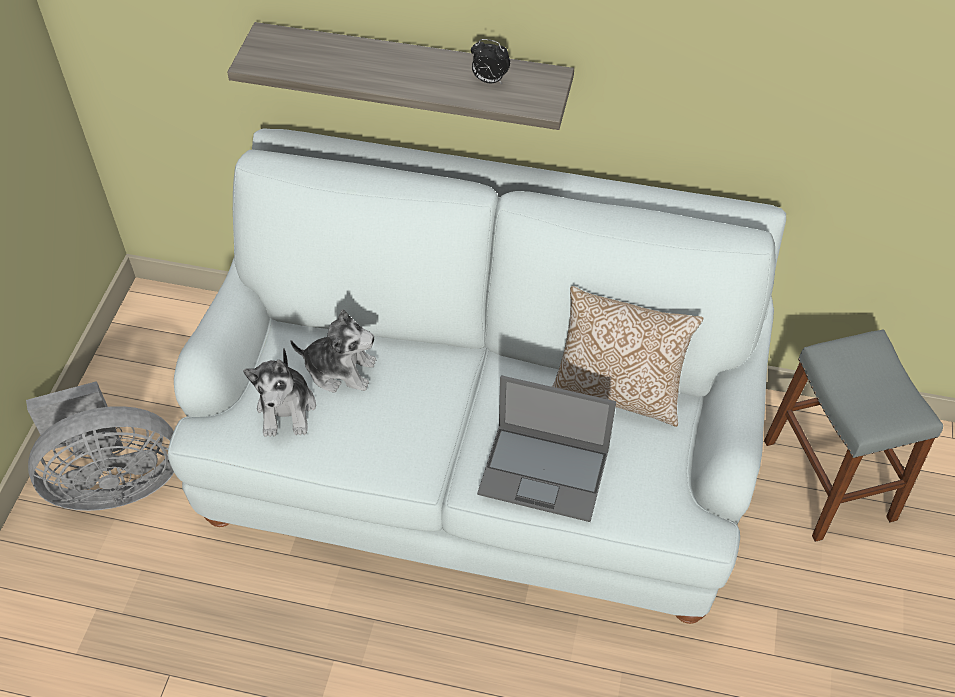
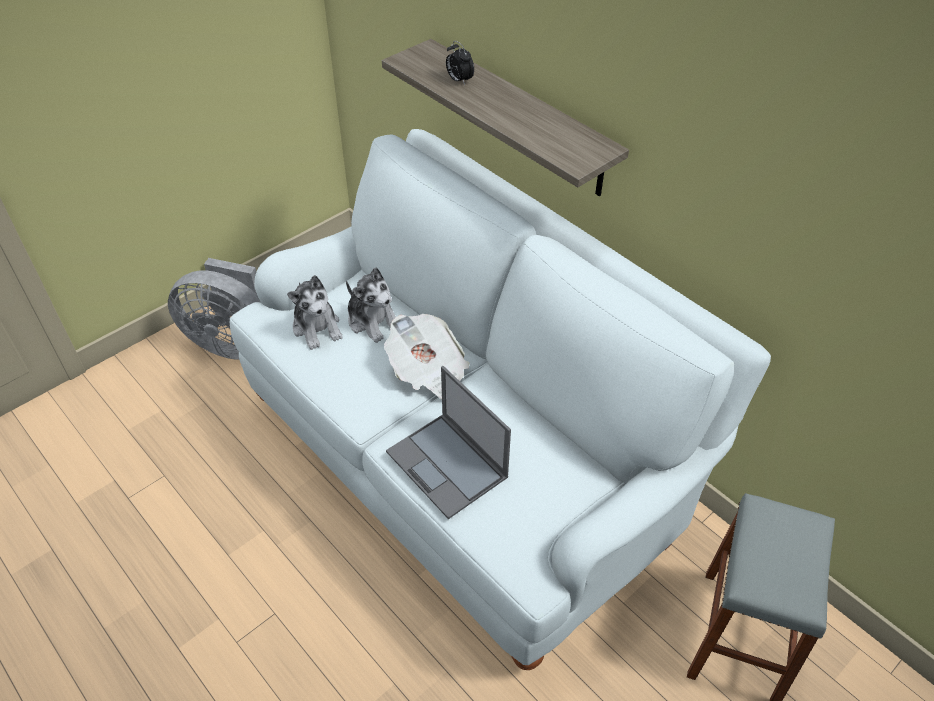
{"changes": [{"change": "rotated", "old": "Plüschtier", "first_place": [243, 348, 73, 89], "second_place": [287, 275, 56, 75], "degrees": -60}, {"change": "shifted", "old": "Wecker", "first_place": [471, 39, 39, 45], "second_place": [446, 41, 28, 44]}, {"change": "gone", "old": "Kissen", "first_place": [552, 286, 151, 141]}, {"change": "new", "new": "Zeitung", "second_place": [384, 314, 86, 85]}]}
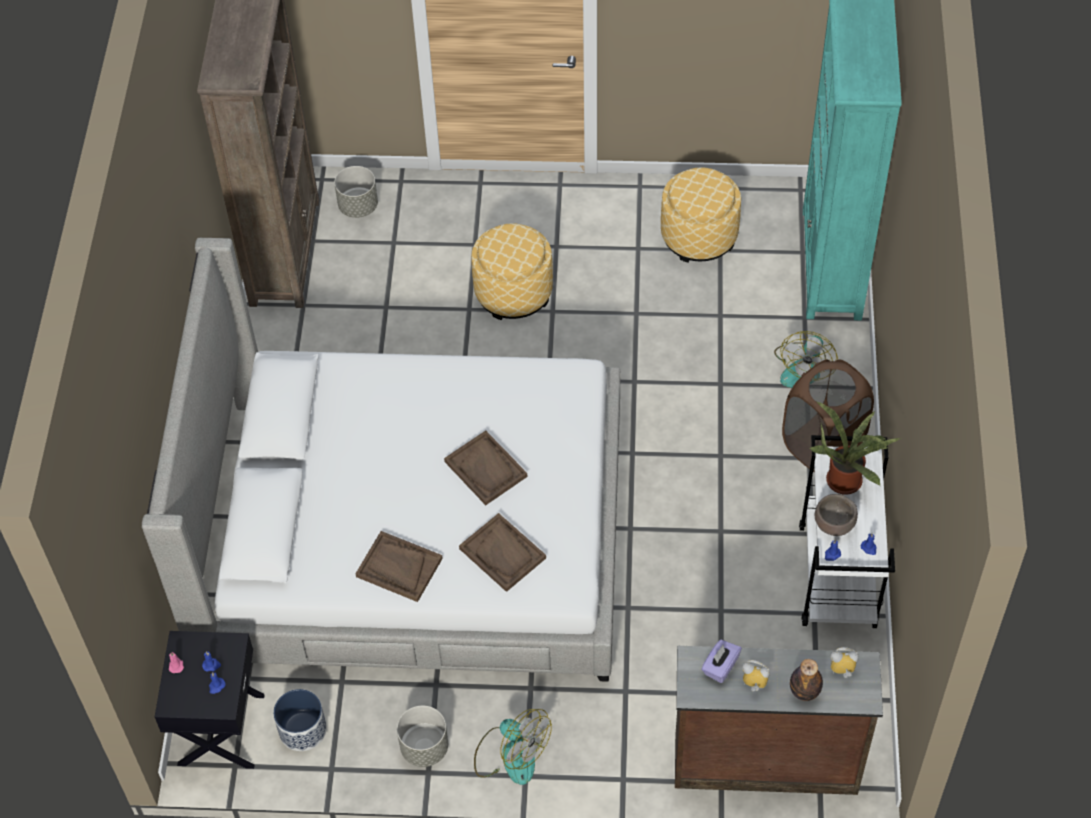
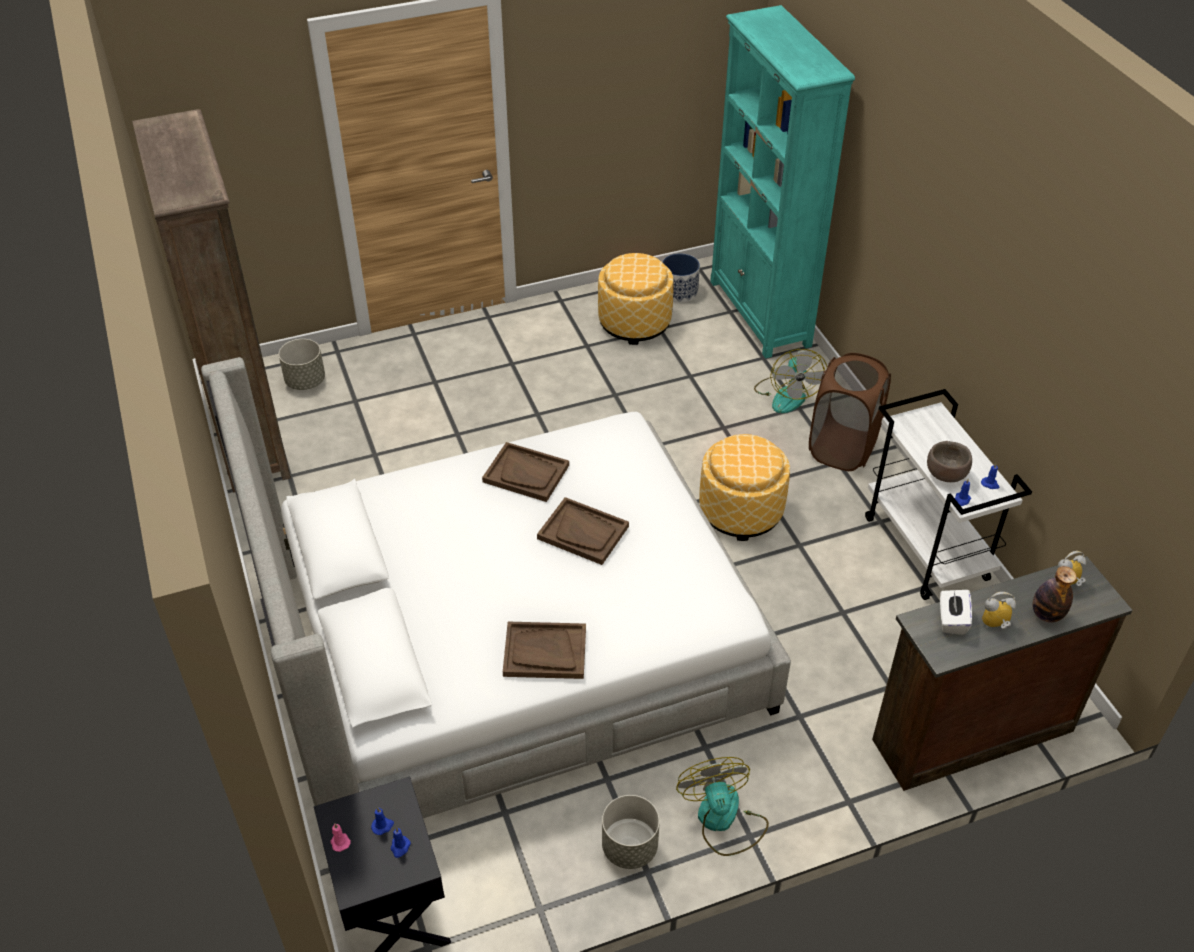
{"changes": [{"change": "shifted", "old": "Pflanzkübel", "first_place": [273, 689, 54, 62], "second_place": [662, 253, 38, 50]}, {"change": "shifted", "old": "Tablett [braun]", "first_place": [459, 513, 87, 79], "second_place": [482, 442, 87, 60]}, {"change": "shifted", "old": "Polsterhocker", "first_place": [471, 223, 82, 97], "second_place": [699, 434, 91, 107]}, {"change": "rotated", "old": "Ventilator", "first_place": [474, 709, 78, 76], "second_place": [676, 757, 93, 99], "degrees": -120}, {"change": "repainted", "old": "Taschentuchbox [lila]", "new": "Taschentuchbox [weiß]", "first_place": [701, 640, 41, 43], "second_place": [940, 590, 32, 45]}, {"change": "gone", "old": "Topfpflanze", "first_place": [809, 401, 93, 94]}]}
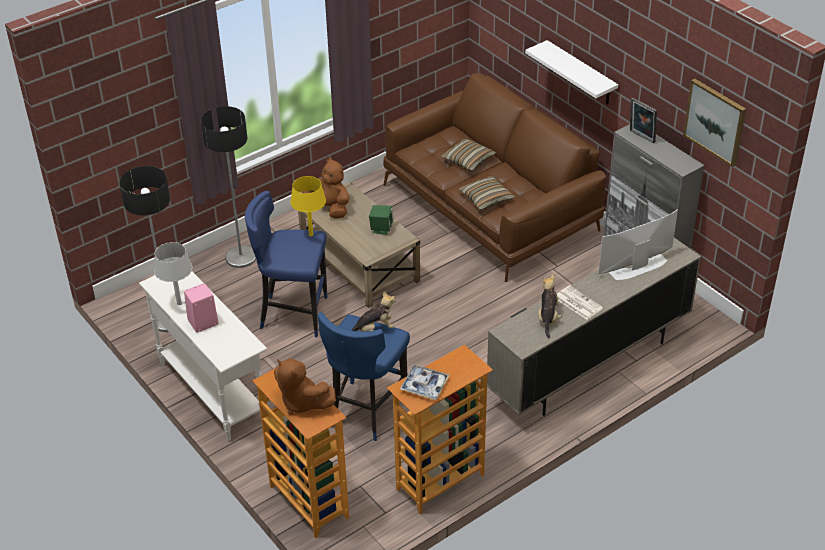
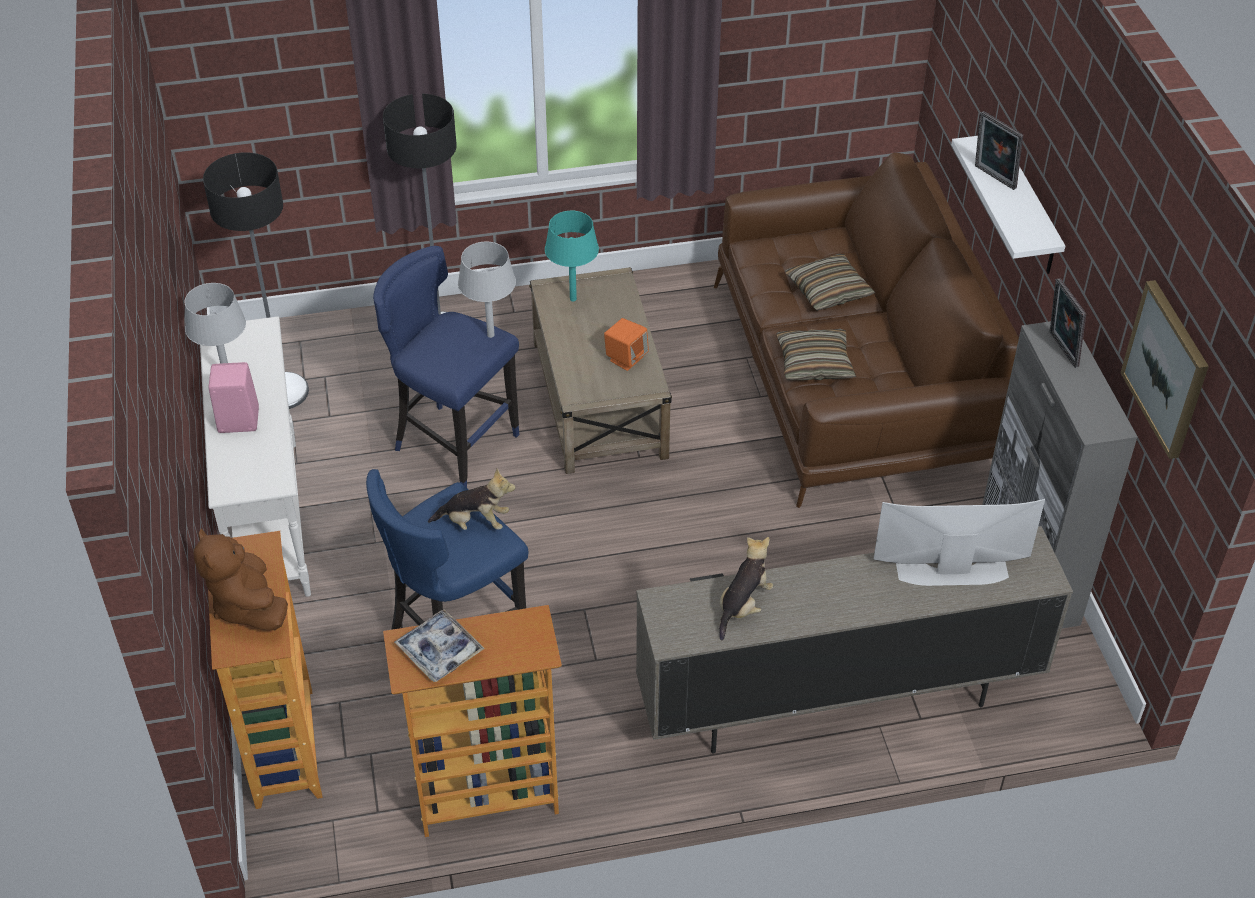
{"changes": [{"change": "repainted", "old": "Tischlampe [gelb]", "new": "Tischlampe [grau]", "first_place": [290, 176, 36, 60], "second_place": [458, 242, 58, 96]}, {"change": "swapped", "old": "Plüschtier [braun]", "new": "Tischlampe [türkis]", "first_place": [302, 157, 47, 62], "second_place": [545, 211, 54, 91]}, {"change": "repainted", "old": "Lautsprecher [grün]", "new": "Lautsprecher [orange]", "first_place": [369, 205, 25, 30], "second_place": [604, 318, 45, 53]}, {"change": "gone", "old": "Zeitung", "first_place": [557, 285, 46, 35]}, {"change": "new", "new": "Bilderrahmen", "second_place": [975, 111, 48, 79]}]}
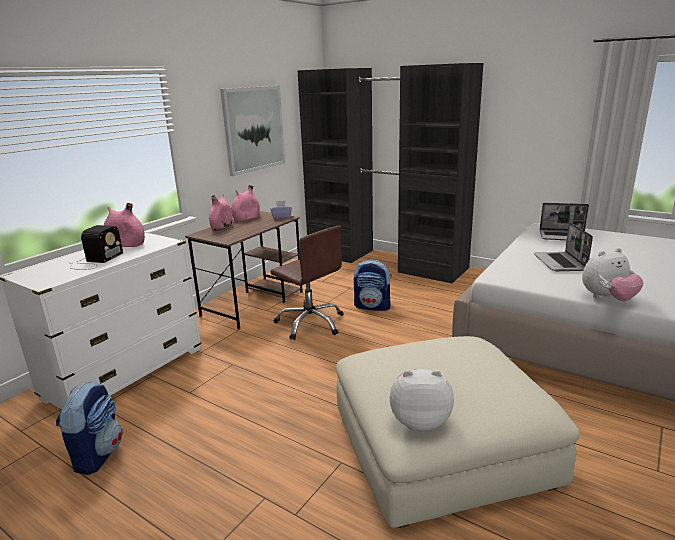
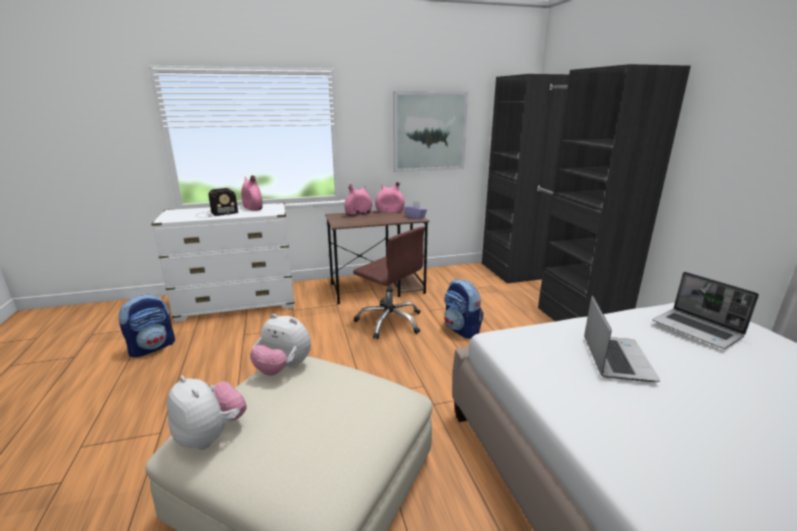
{"changes": [{"change": "rotated", "old": "Bürostuhl [braun]", "first_place": [270, 225, 74, 115], "second_place": [353, 226, 72, 113], "degrees": -45}, {"change": "rotated", "old": "Laptop", "first_place": [534, 222, 59, 49], "second_place": [584, 295, 76, 87], "degrees": 150}, {"change": "shifted", "old": "Plüschtier", "first_place": [582, 248, 62, 53], "second_place": [250, 314, 61, 62]}]}
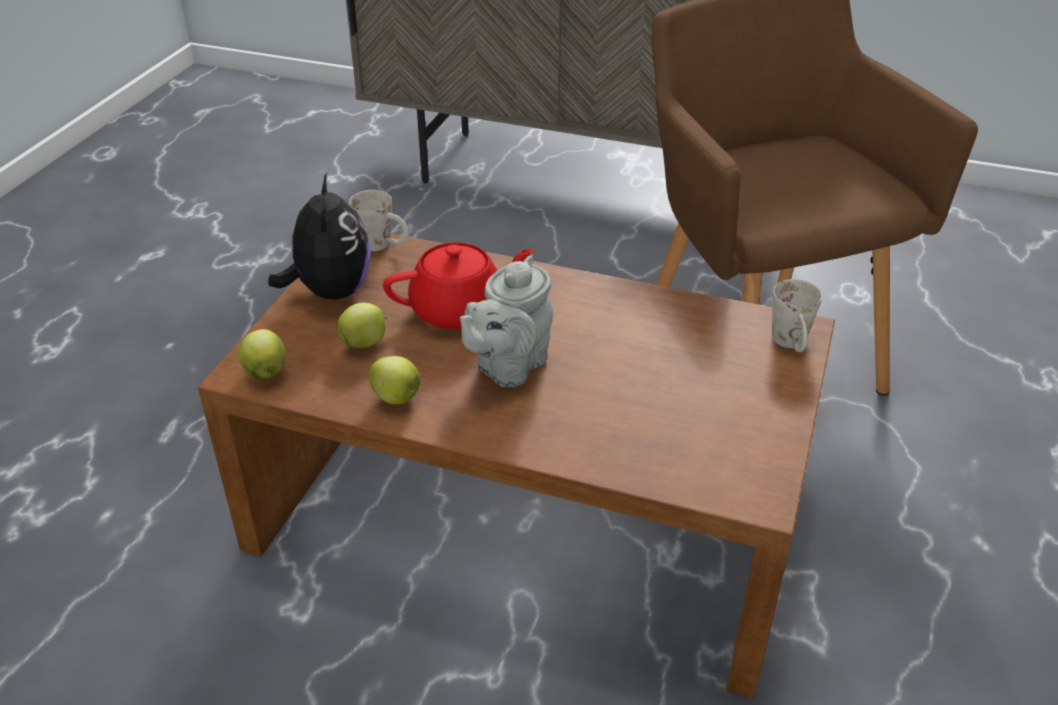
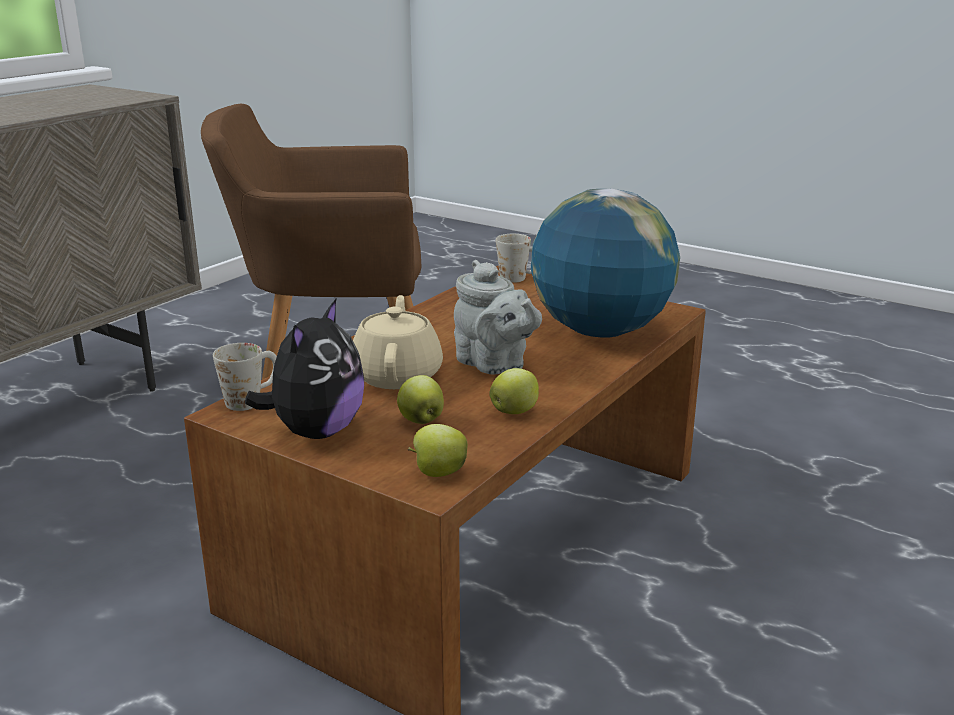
{"changes": [{"change": "rotated", "old": "Plüschtier", "first_place": [268, 172, 103, 128], "second_place": [245, 299, 119, 140], "degrees": 105}, {"change": "repainted", "old": "Teekanne [rot]", "new": "Teekanne [beige]", "first_place": [383, 242, 152, 87], "second_place": [353, 295, 90, 94]}, {"change": "new", "new": "Globus", "second_place": [531, 189, 149, 149]}]}
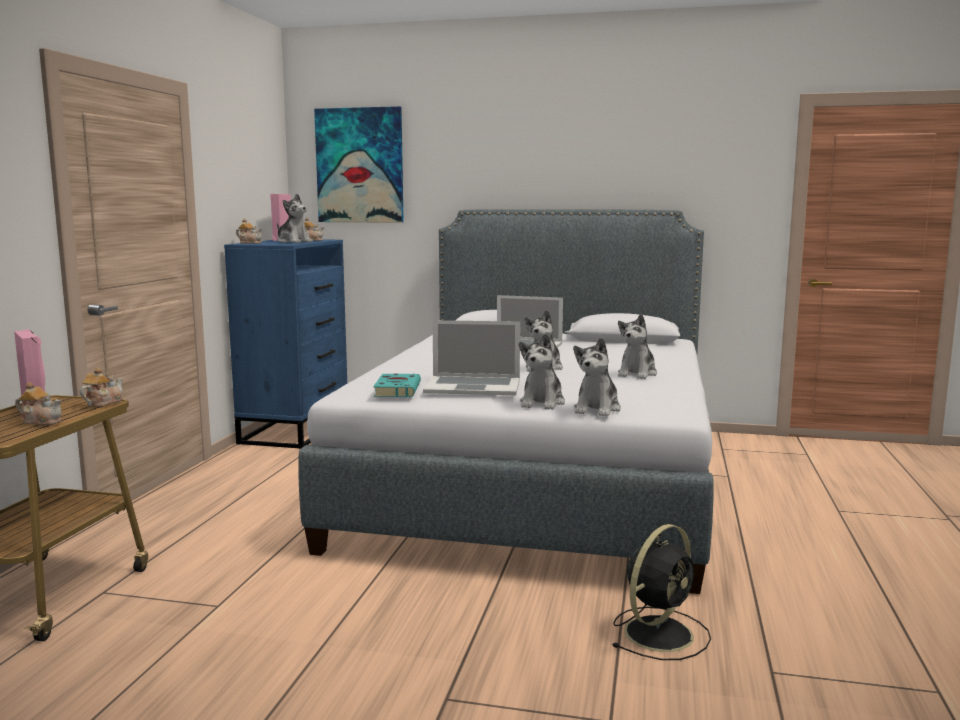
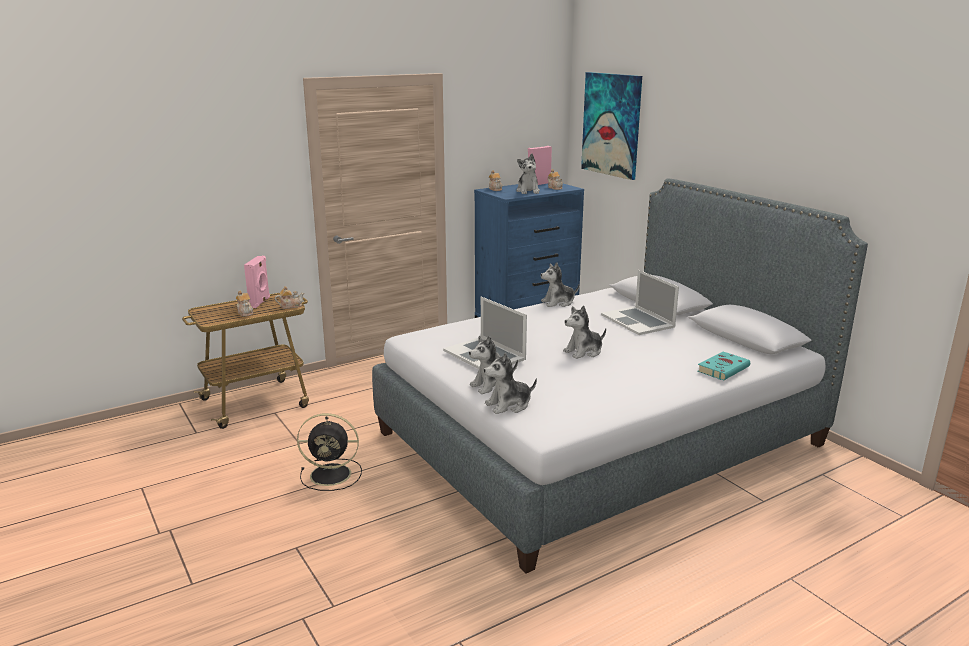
{"changes": [{"change": "shifted", "old": "Buch [türkis]", "first_place": [373, 374, 48, 23], "second_place": [698, 352, 52, 28]}, {"change": "shifted", "old": "Ventilator [schwarz]", "first_place": [611, 524, 100, 136], "second_place": [297, 413, 65, 78]}, {"change": "shifted", "old": "Plüschtier", "first_place": [618, 314, 39, 65], "second_place": [541, 262, 38, 45]}]}
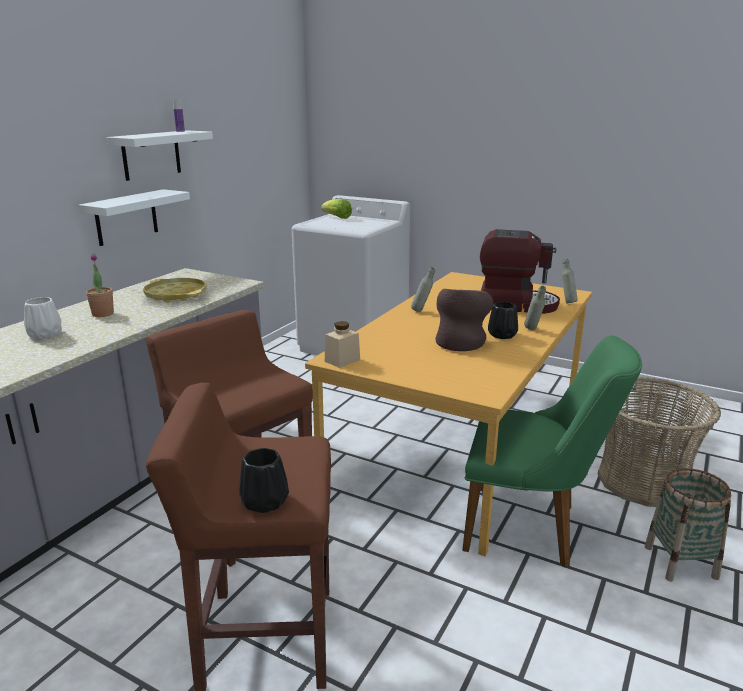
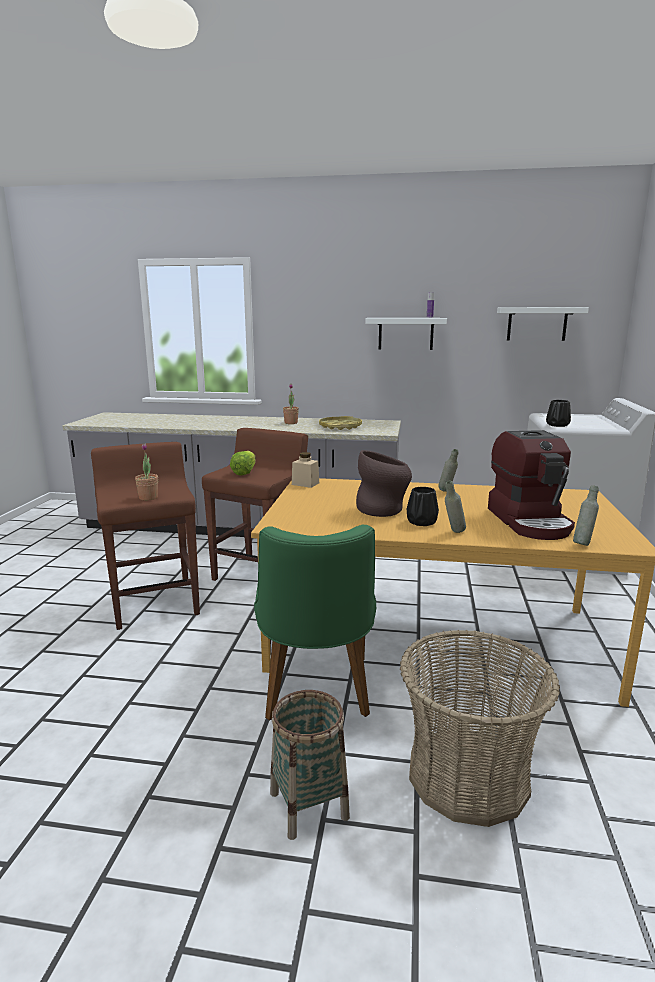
{"changes": [{"change": "gone", "old": "Vase [weiß]", "first_place": [24, 297, 38, 42]}, {"change": "shifted", "old": "Wandregal [weiß]", "first_place": [79, 189, 111, 57], "second_place": [497, 307, 92, 34]}, {"change": "shifted", "old": "Vase [schwarz]", "first_place": [239, 448, 50, 65], "second_place": [546, 400, 25, 27]}, {"change": "shifted", "old": "Salatkopf", "first_place": [321, 199, 31, 20], "second_place": [230, 451, 26, 25]}, {"change": "new", "new": "Topfpflanze", "second_place": [135, 444, 23, 56]}]}
